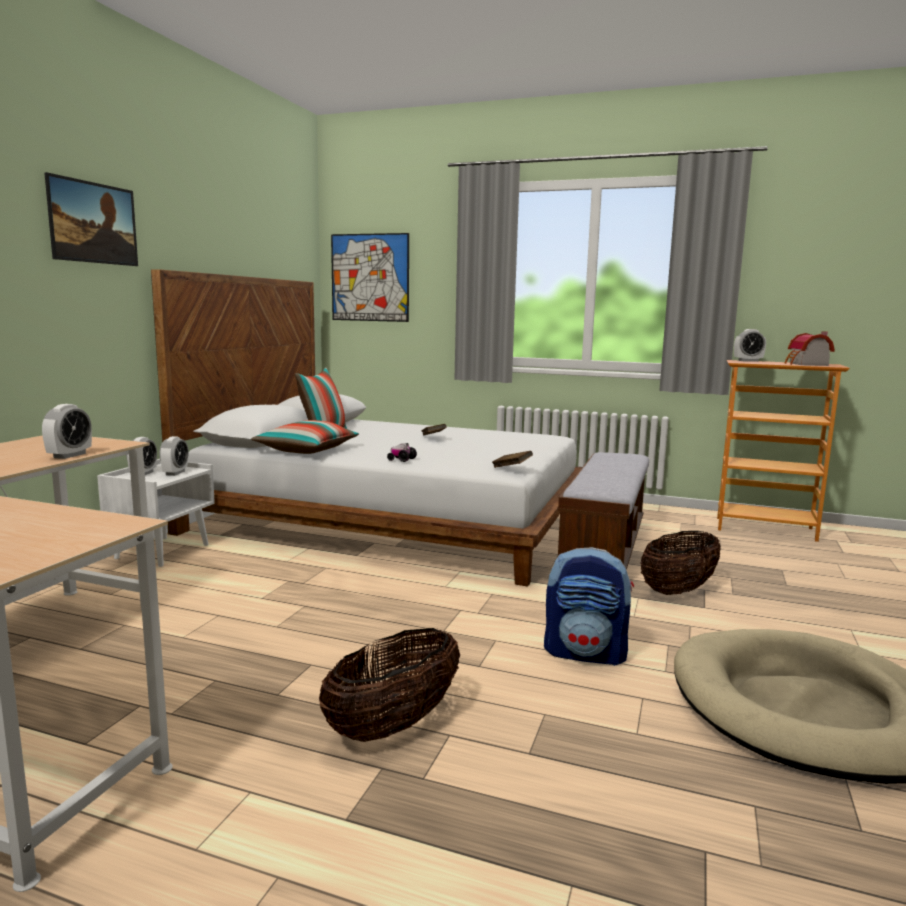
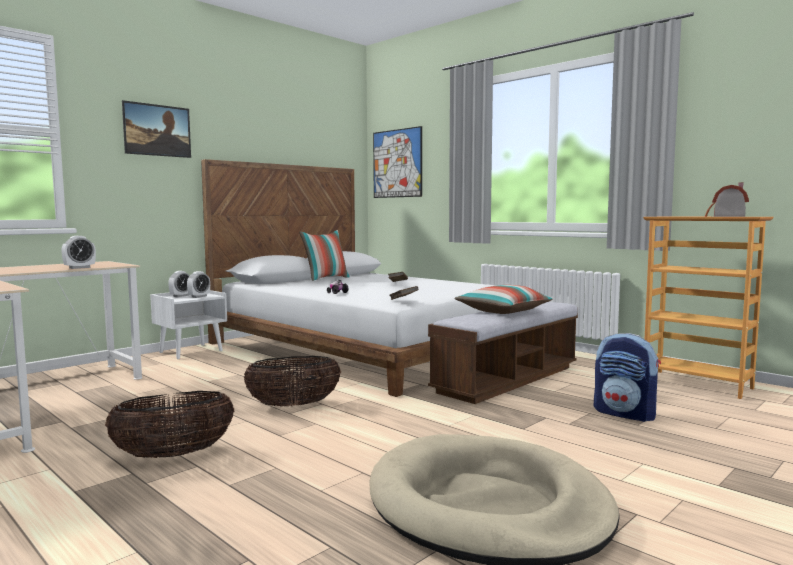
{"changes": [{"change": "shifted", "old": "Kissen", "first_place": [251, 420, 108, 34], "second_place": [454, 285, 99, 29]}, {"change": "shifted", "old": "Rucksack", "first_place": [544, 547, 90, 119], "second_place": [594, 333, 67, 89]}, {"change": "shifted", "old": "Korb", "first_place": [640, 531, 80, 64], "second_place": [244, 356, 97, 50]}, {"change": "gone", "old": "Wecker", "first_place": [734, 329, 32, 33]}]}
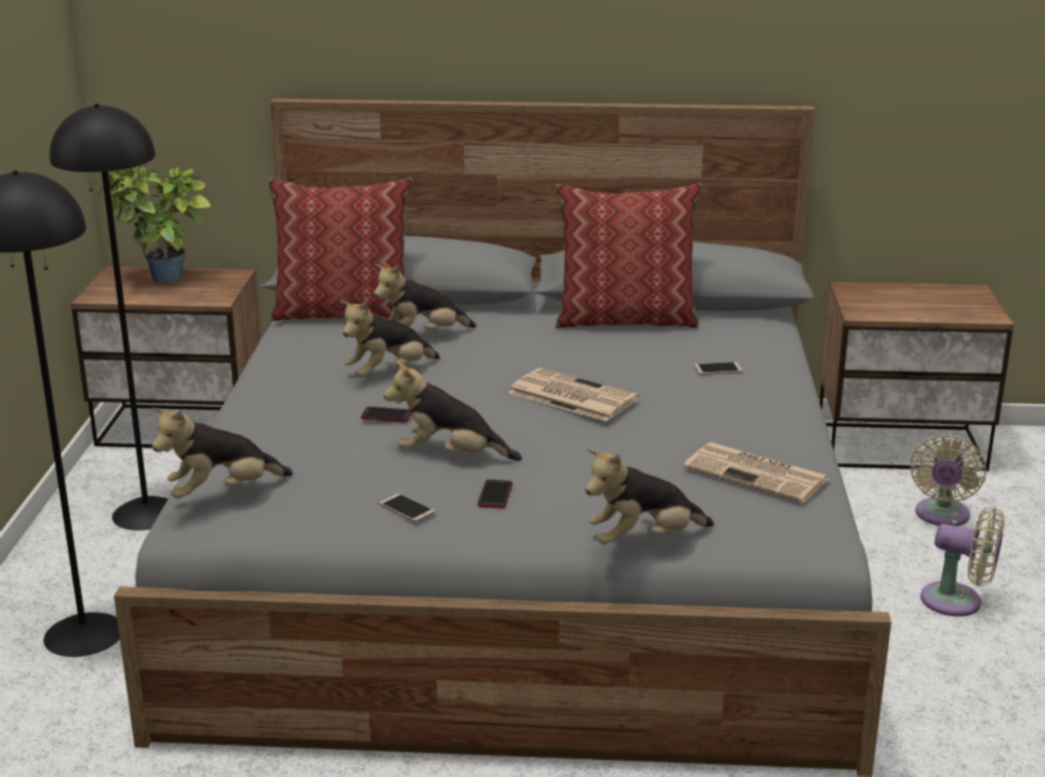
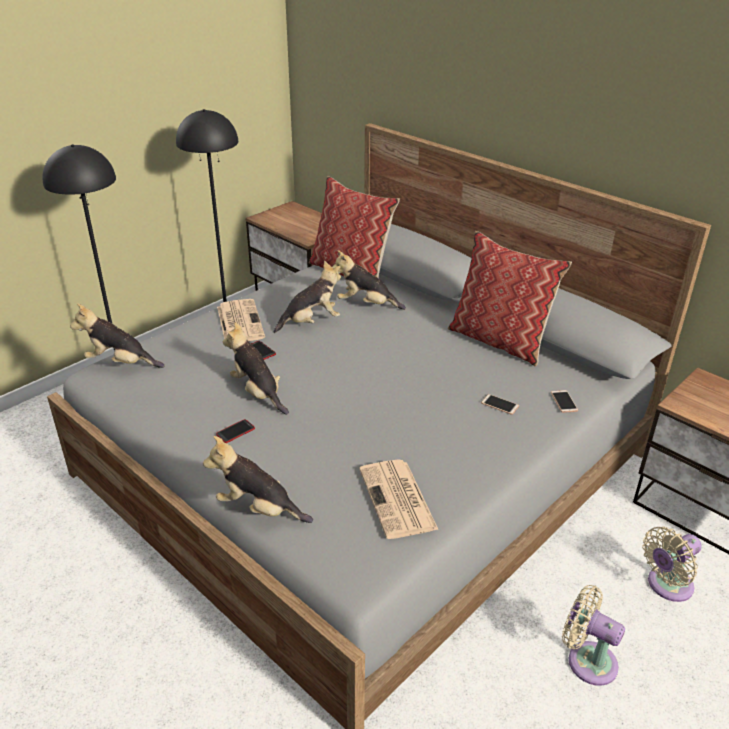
{"changes": [{"change": "gone", "old": "Topfpflanze", "first_place": [99, 164, 112, 120]}, {"change": "rotated", "old": "Plüschtier", "first_place": [340, 301, 100, 76], "second_place": [274, 260, 67, 73], "degrees": 150}, {"change": "shifted", "old": "Handy", "first_place": [379, 493, 56, 29], "second_place": [551, 390, 27, 23]}, {"change": "shifted", "old": "Zeitung", "first_place": [508, 368, 131, 54], "second_place": [217, 299, 48, 42]}, {"change": "rotated", "old": "Ventilator [beige]", "first_place": [921, 507, 83, 110], "second_place": [562, 585, 63, 101], "degrees": 150}]}
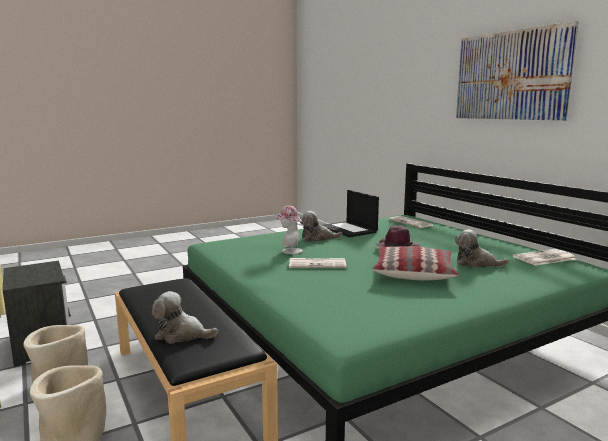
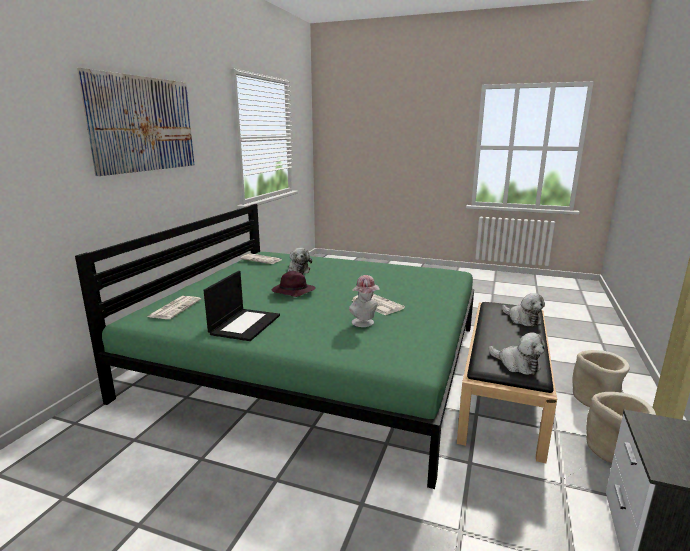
{"changes": [{"change": "shifted", "old": "Plüschtier", "first_place": [300, 211, 42, 31], "second_place": [489, 332, 56, 43]}, {"change": "gone", "old": "Kissen", "first_place": [372, 246, 86, 35]}]}
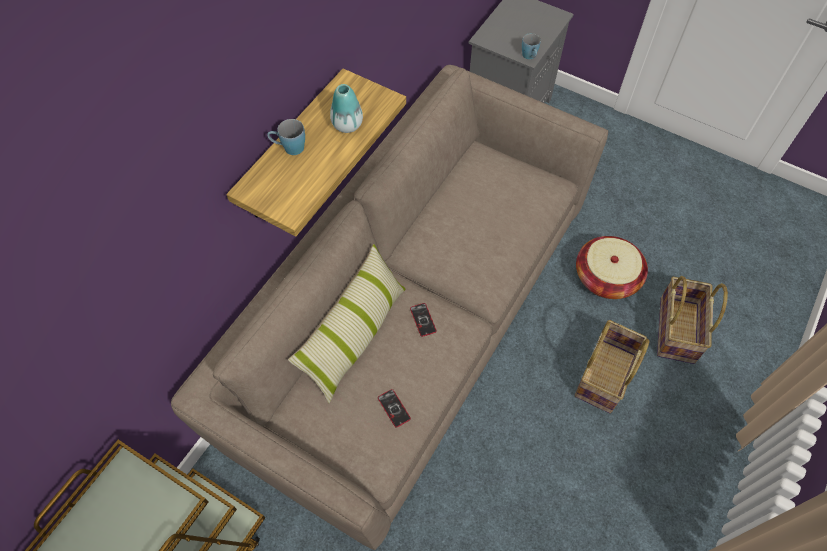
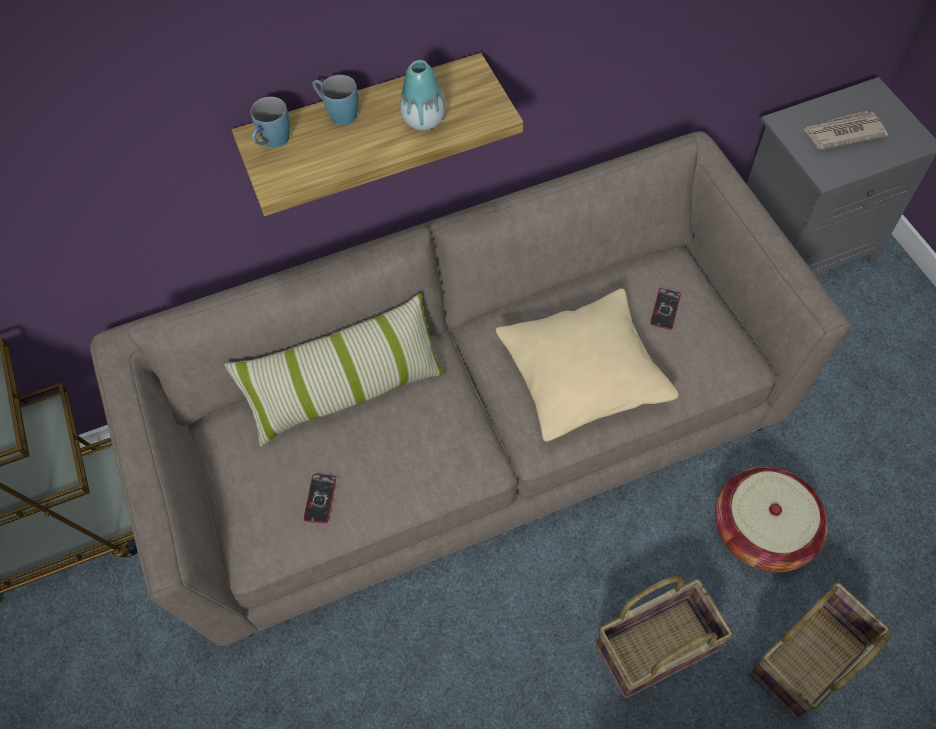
{"changes": [{"change": "shifted", "old": "Handy", "first_place": [410, 303, 27, 34], "second_place": [650, 288, 31, 42]}, {"change": "shifted", "old": "Henkelbecher [blau]", "first_place": [522, 33, 19, 26], "second_place": [250, 97, 40, 51]}, {"change": "new", "new": "Kissen [beige]", "second_place": [495, 288, 184, 154]}, {"change": "new", "new": "Zeitung", "second_place": [803, 110, 85, 40]}]}
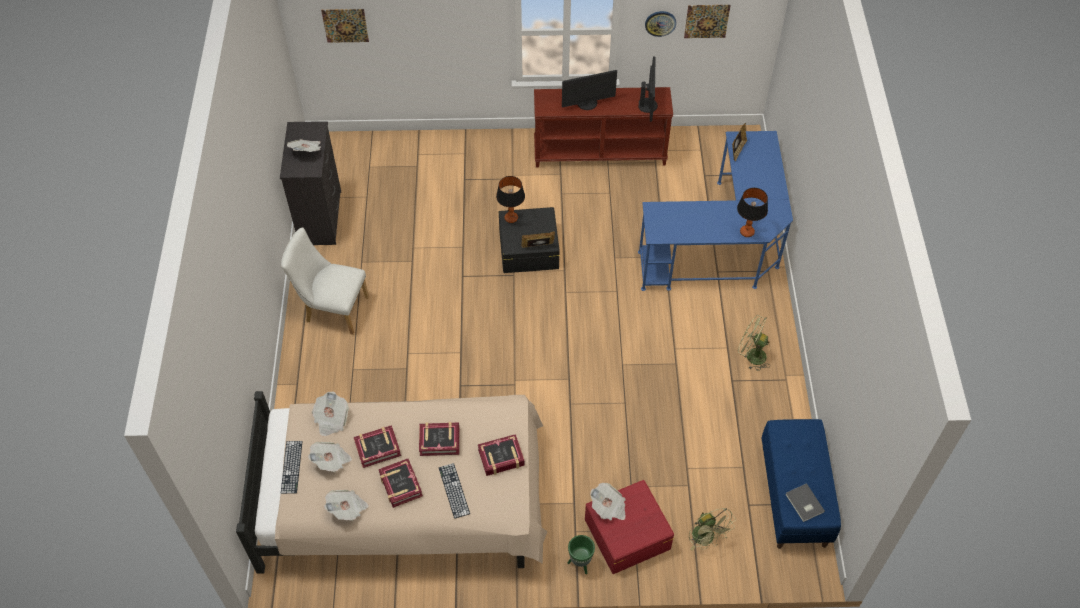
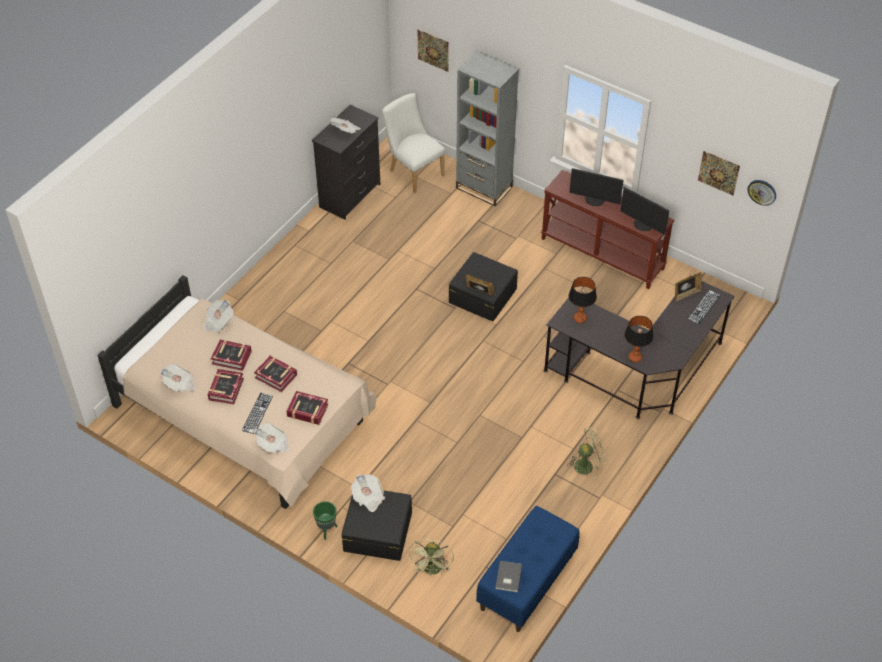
{"changes": [{"change": "shifted", "old": "Stuhl [weiß]", "first_place": [281, 227, 88, 108], "second_place": [382, 93, 63, 100]}, {"change": "shifted", "old": "Tastatur", "first_place": [281, 441, 21, 53], "second_place": [688, 290, 32, 34]}, {"change": "shifted", "old": "Zeitung", "first_place": [308, 442, 44, 30], "second_place": [254, 423, 35, 30]}, {"change": "shifted", "old": "Tischlampe", "first_place": [496, 176, 29, 47], "second_place": [569, 277, 28, 46]}, {"change": "repainted", "old": "Aufbewahrungsbox [rot]", "new": "Aufbewahrungsbox [schwarz]", "first_place": [585, 480, 89, 94], "second_place": [342, 490, 70, 71]}, {"change": "repainted", "old": "Schreibtisch [blau]", "new": "Schreibtisch [schwarz]", "first_place": [638, 131, 155, 160], "second_place": [544, 276, 190, 143]}, {"change": "rotated", "old": "Monitor", "first_place": [639, 56, 19, 66], "second_place": [620, 187, 49, 48], "degrees": 90}, {"change": "shifted", "old": "Wanduhr", "first_place": [645, 11, 31, 26], "second_place": [747, 180, 29, 26]}, {"change": "rotated", "old": "Ventilator [grün]", "first_place": [738, 315, 32, 56], "second_place": [569, 427, 37, 52], "degrees": 105}, {"change": "new", "new": "Bücherregal [grau]", "second_place": [456, 51, 63, 155]}]}
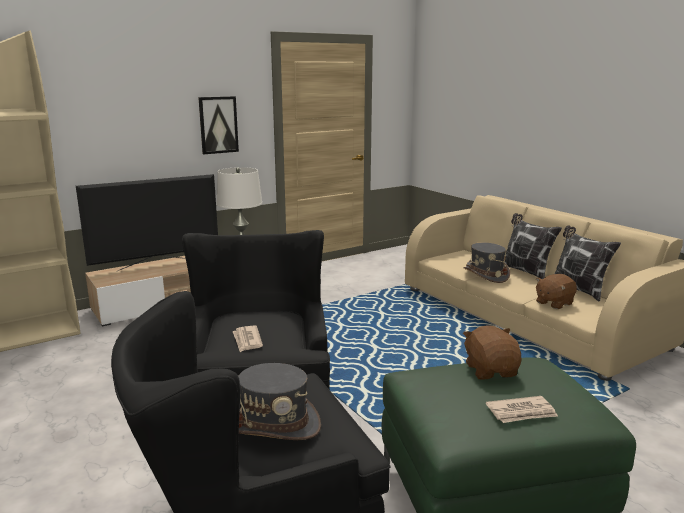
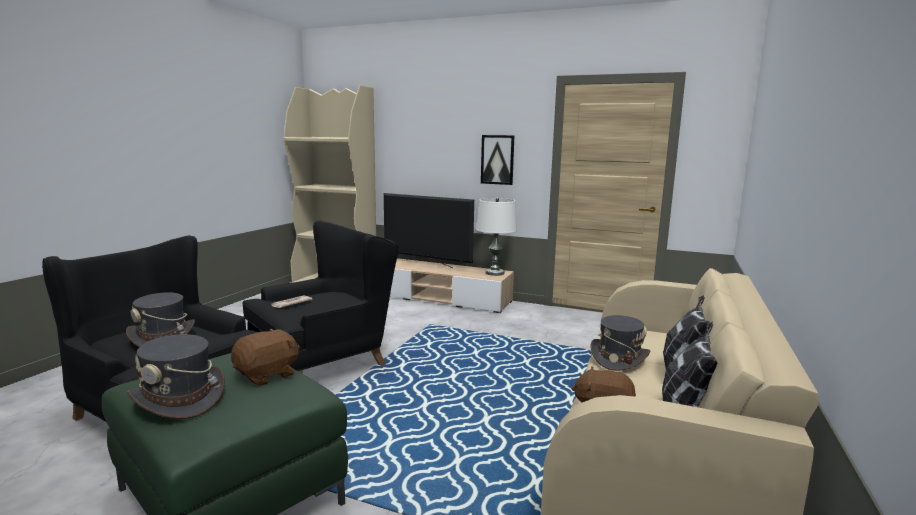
{"changes": [{"change": "swapped", "old": "Zeitung", "new": "Hut [grau]", "first_place": [486, 396, 72, 27], "second_place": [127, 334, 98, 85]}]}
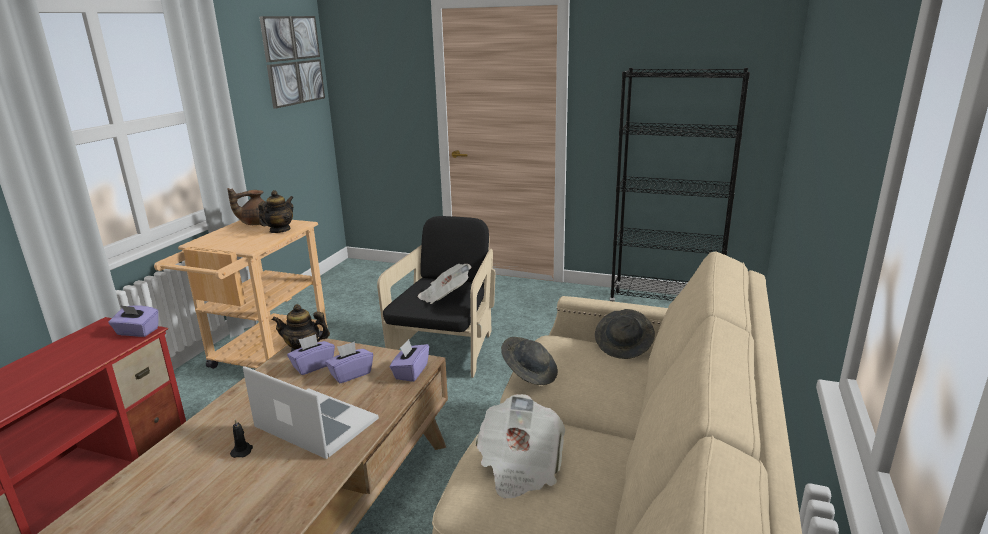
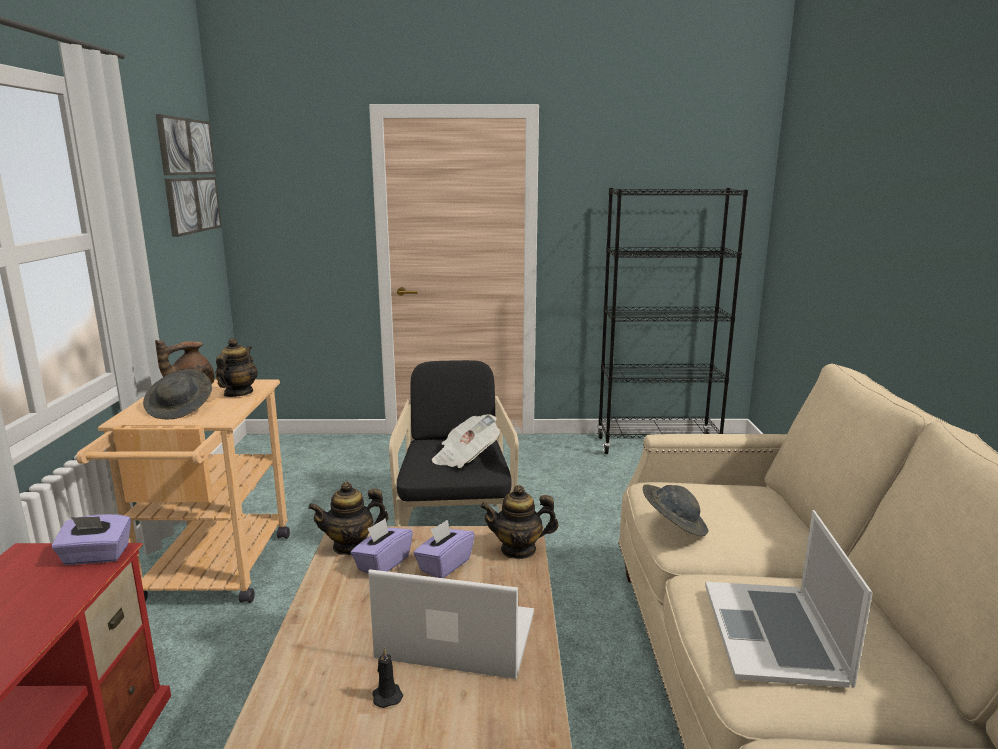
{"changes": [{"change": "swapped", "old": "Taschentuchbox [lila]", "new": "Teekanne", "first_place": [390, 339, 39, 43], "second_place": [480, 485, 78, 74]}, {"change": "swapped", "old": "Zeitung", "new": "Laptop", "first_place": [475, 394, 90, 105], "second_place": [705, 510, 168, 178]}, {"change": "shifted", "old": "Hut [grau]", "first_place": [595, 309, 60, 50], "second_place": [143, 369, 69, 50]}]}
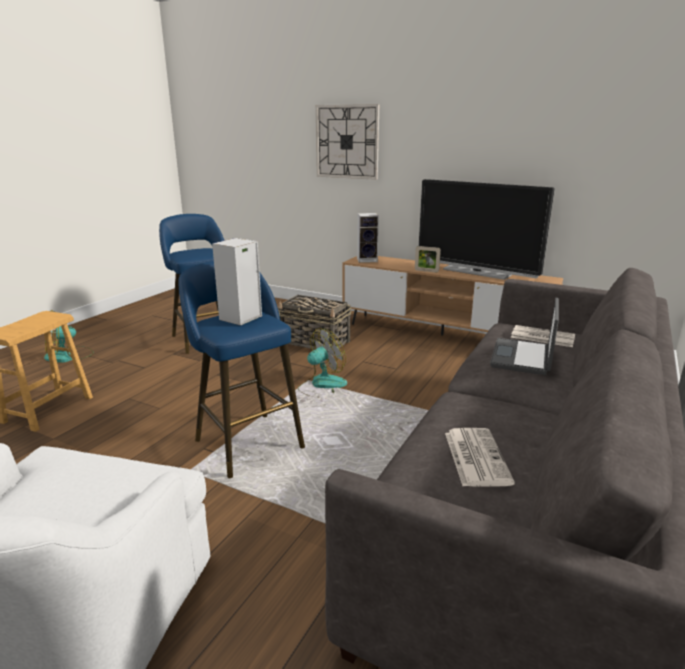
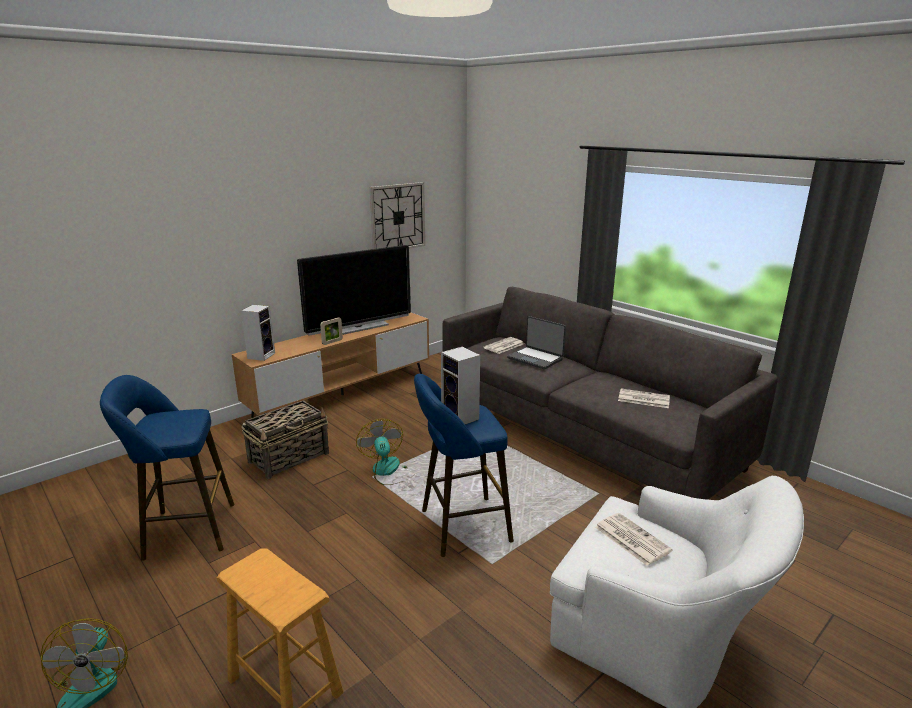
{"changes": [{"change": "shifted", "old": "Wanduhr", "first_place": [316, 104, 63, 76], "second_place": [370, 182, 55, 67]}, {"change": "new", "new": "Zeitung", "second_place": [595, 513, 78, 53]}]}
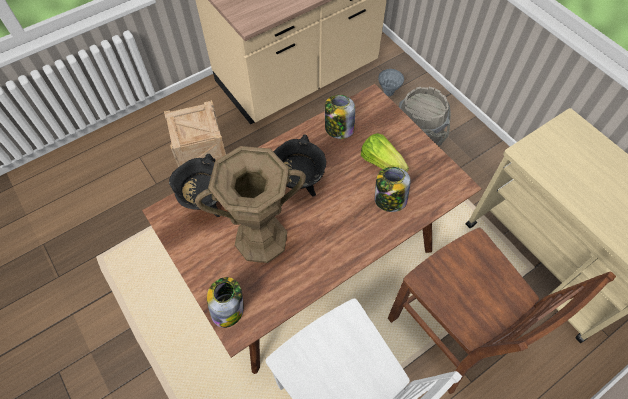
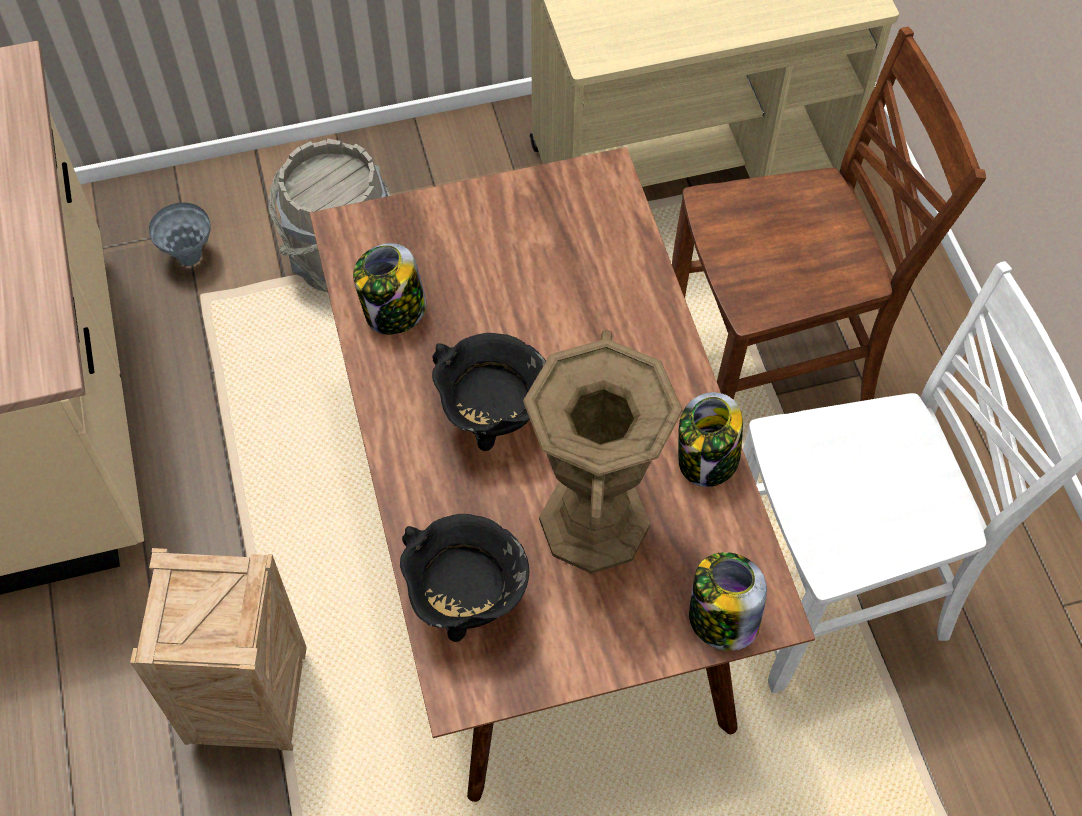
{"changes": [{"change": "gone", "old": "Salatkopf", "first_place": [361, 133, 48, 39]}, {"change": "shifted", "old": "Vorratsglas", "first_place": [375, 167, 36, 45], "second_place": [678, 392, 65, 95]}]}
